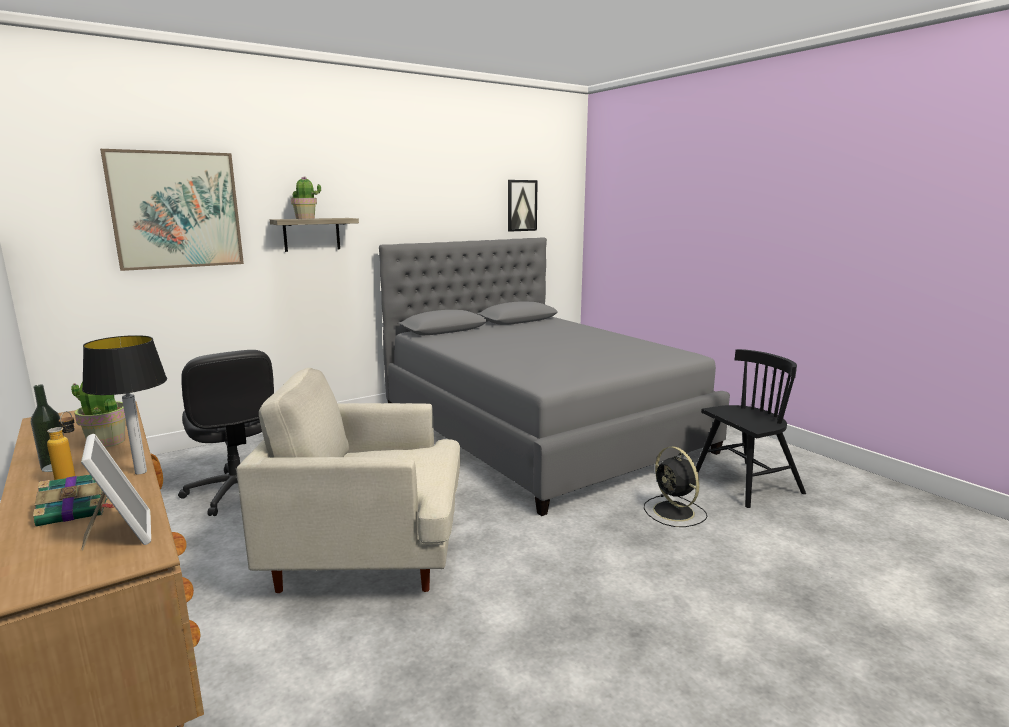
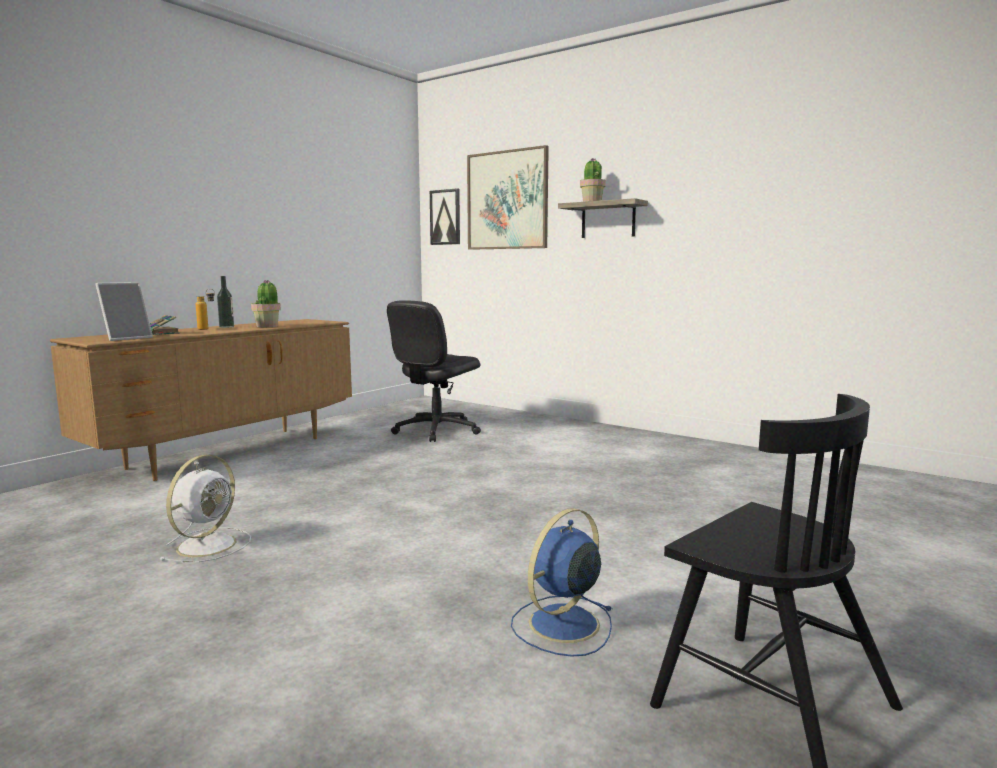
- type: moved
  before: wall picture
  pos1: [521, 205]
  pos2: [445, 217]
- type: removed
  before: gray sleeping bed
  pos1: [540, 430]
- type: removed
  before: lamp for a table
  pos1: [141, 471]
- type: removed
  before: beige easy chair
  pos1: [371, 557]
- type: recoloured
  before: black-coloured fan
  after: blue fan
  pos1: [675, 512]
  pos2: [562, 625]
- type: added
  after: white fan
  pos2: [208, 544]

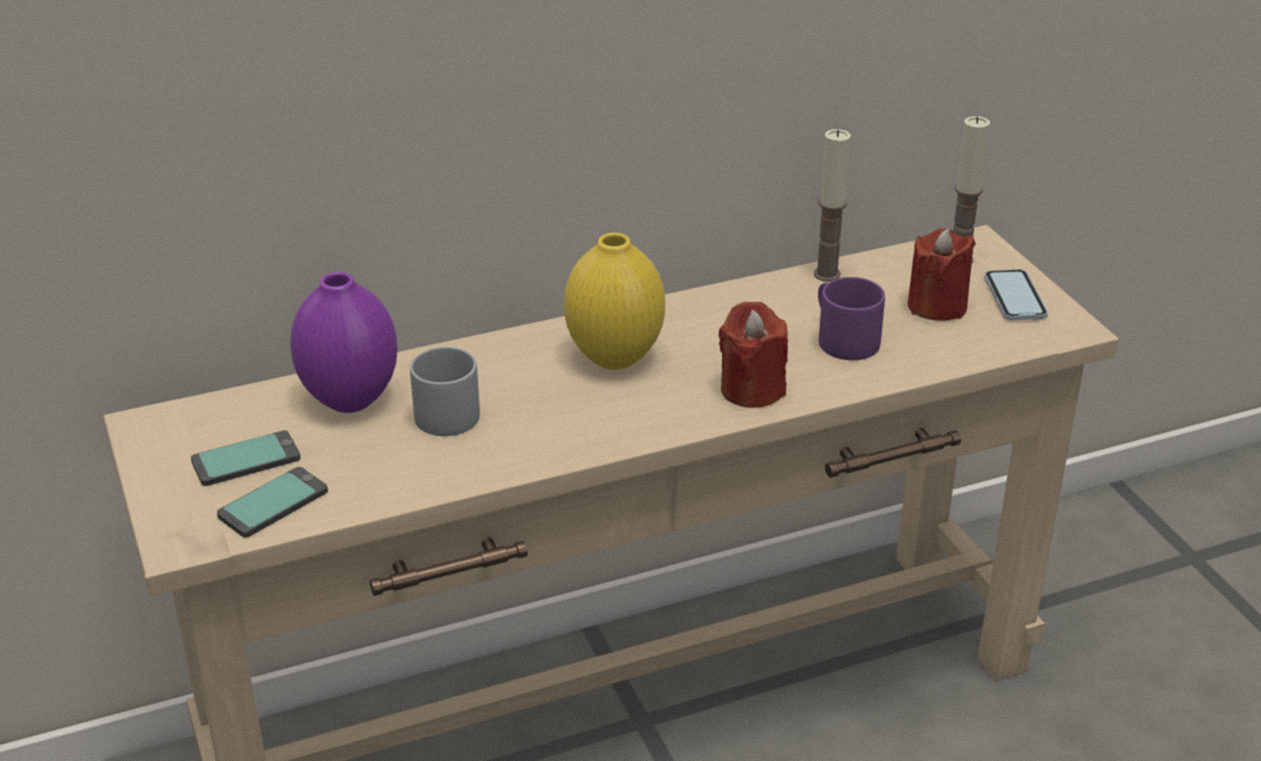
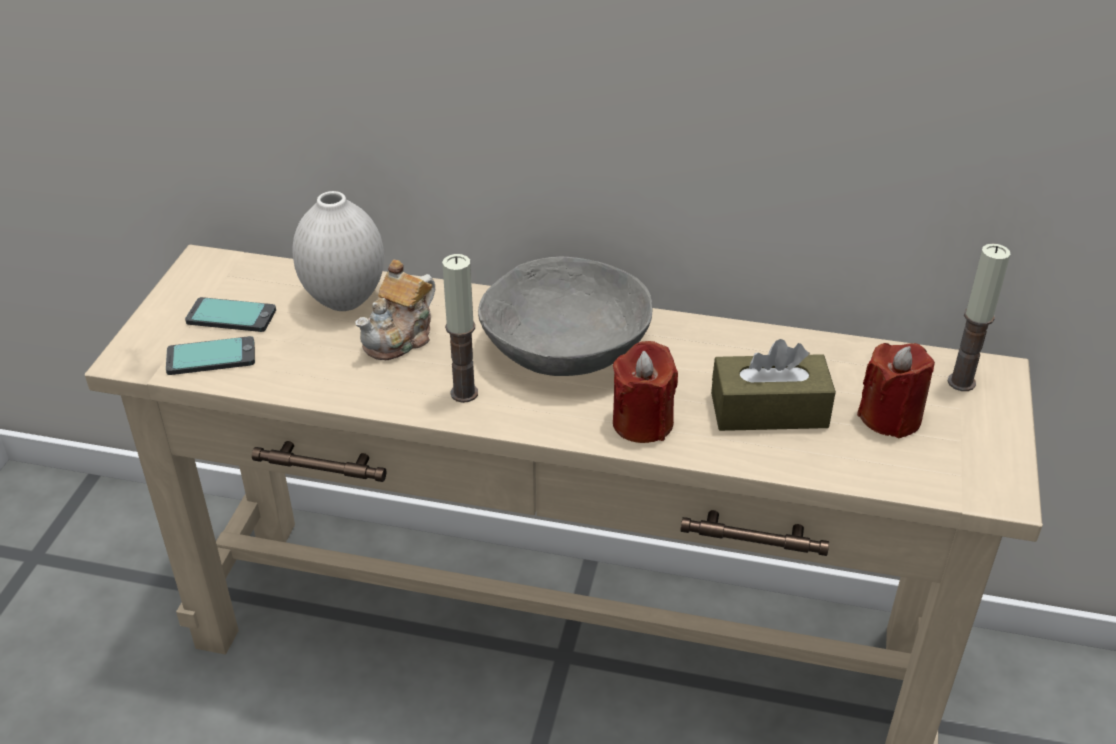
- type: moved
  before: candle
  pos1: [827, 274]
  pos2: [464, 393]
- type: replaced
  before: yellow vase
  after: gray bowl
  pos1: [616, 357]
  pos2: [566, 348]
- type: removed
  before: handset
  pos1: [1015, 297]
- type: recoloured
  before: purple vase
  after: white vase
  pos1: [351, 400]
  pos2: [345, 300]
- type: replaced
  before: purple tea mug
  after: brownish tissue holder
  pos1: [841, 338]
  pos2: [769, 410]
- type: replaced
  before: gray tea mug
  after: teapot
  pos1: [450, 410]
  pos2: [400, 338]

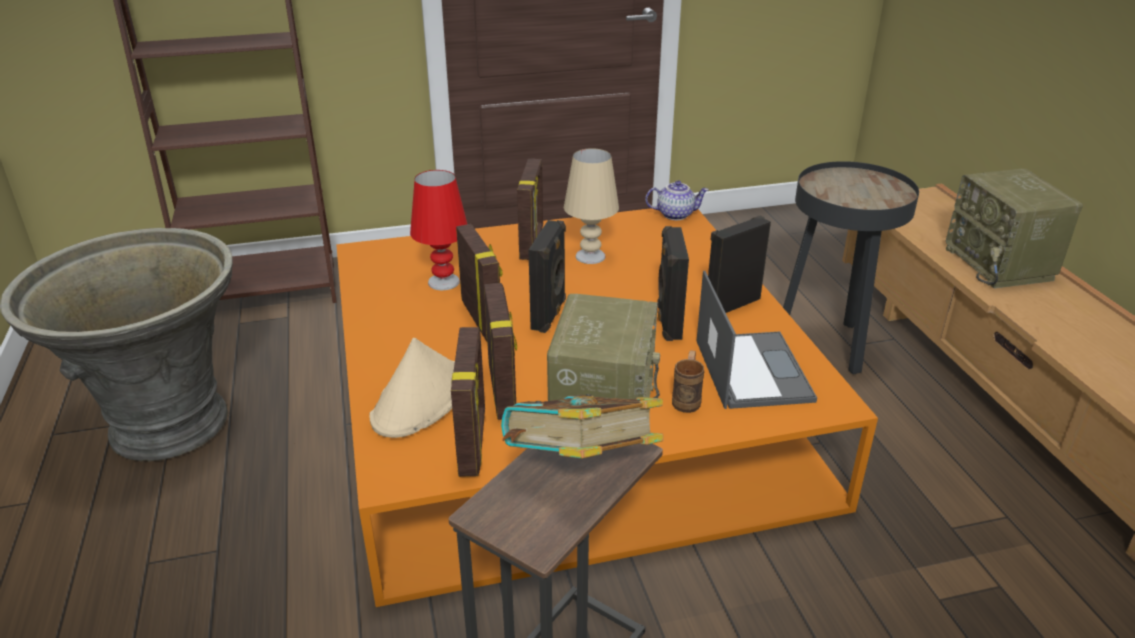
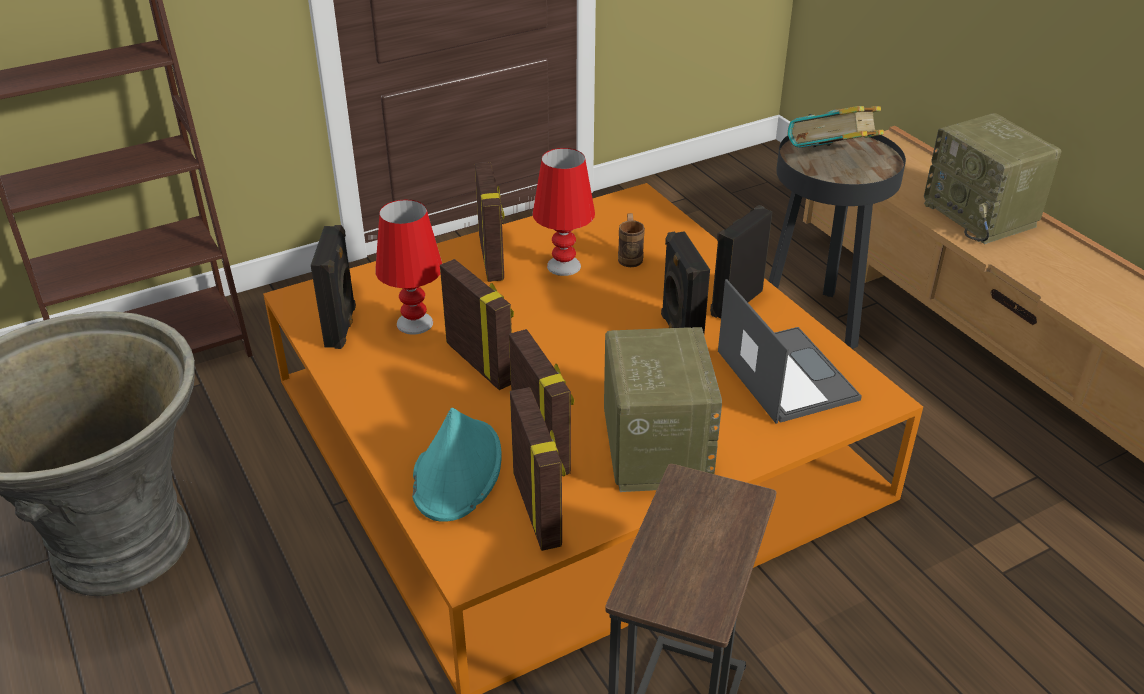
- type: recoloured
  before: beige lamp for a table
  after: red-coloured lamp for a table
  pos1: [590, 256]
  pos2: [564, 266]
- type: removed
  before: teapot
  pos1: [675, 214]
- type: moved
  before: black-coloured audio speaker
  pos1: [550, 315]
  pos2: [342, 327]
- type: recoloured
  before: beige wearable hat
  after: turquoise-coloured wearable hat
  pos1: [420, 399]
  pos2: [457, 471]
- type: moved
  before: brownish tea mug
  pos1: [687, 399]
  pos2: [630, 256]
- type: moved
  before: book
  pos1: [581, 467]
  pos2: [831, 161]

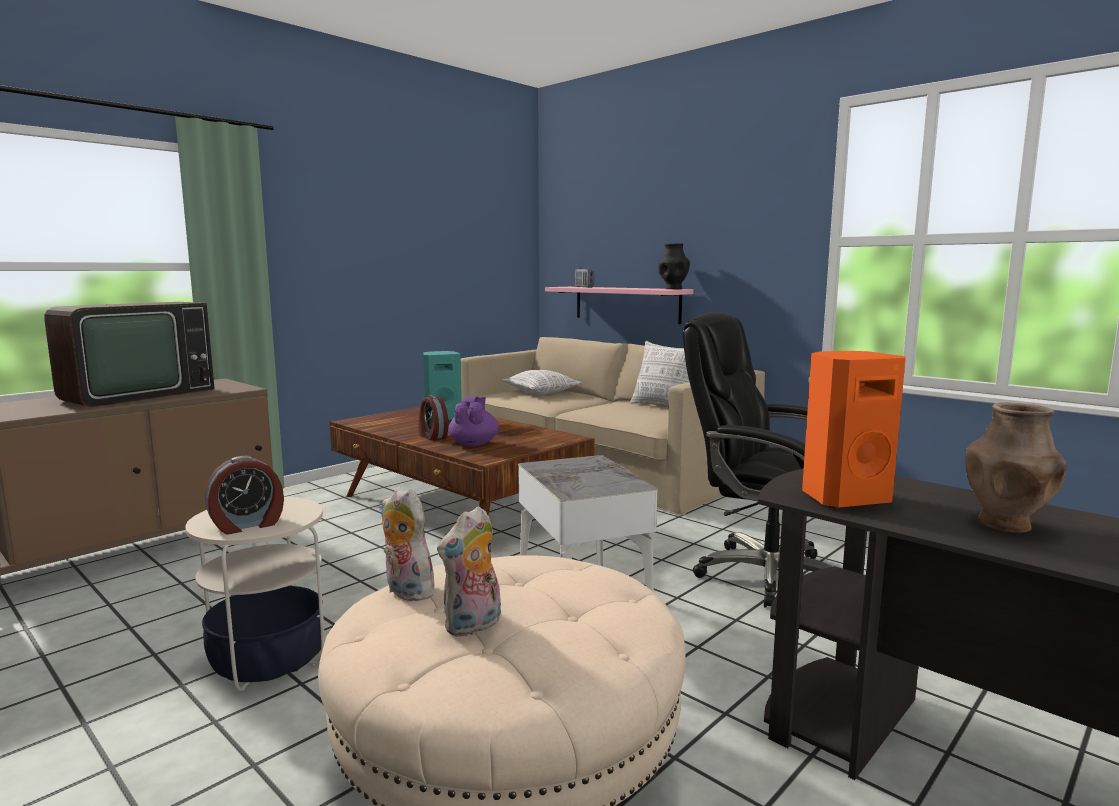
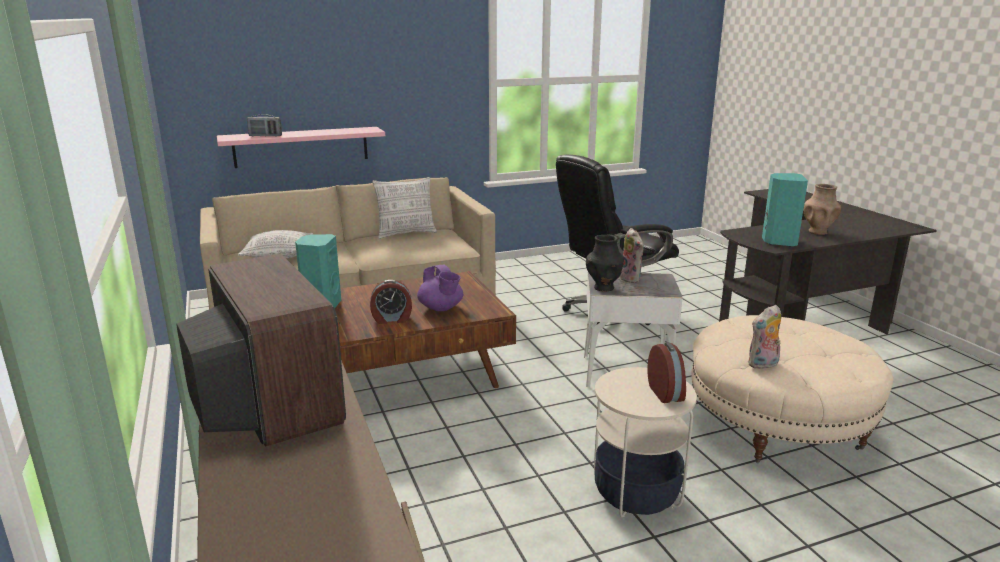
- type: moved
  before: black-coloured vase
  pos1: [673, 289]
  pos2: [603, 288]
- type: recoloured
  before: orange-coloured audio speaker
  after: turquoise-coloured audio speaker
  pos1: [843, 498]
  pos2: [778, 241]
- type: turned
  before: purple teapot
  pos1: [474, 444]
  pos2: [441, 308]
  turn: -150
- type: moved
  before: cuddly toy
  pos1: [473, 626]
  pos2: [631, 279]

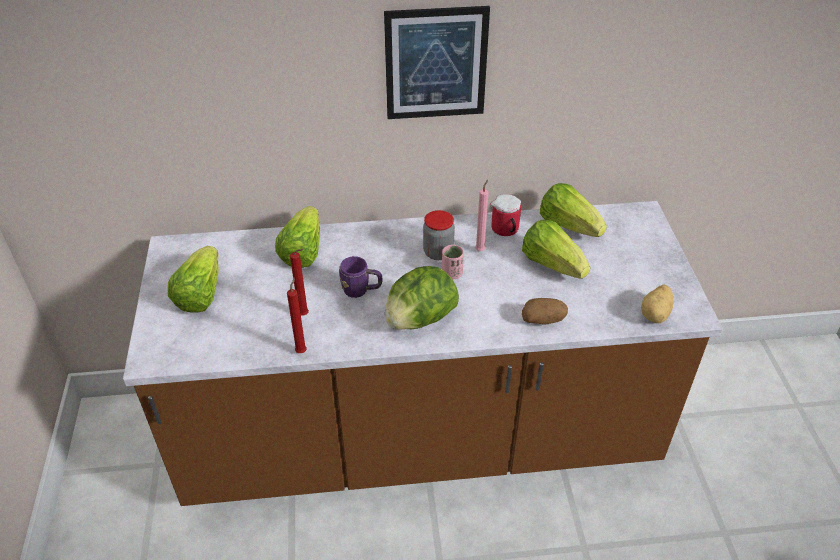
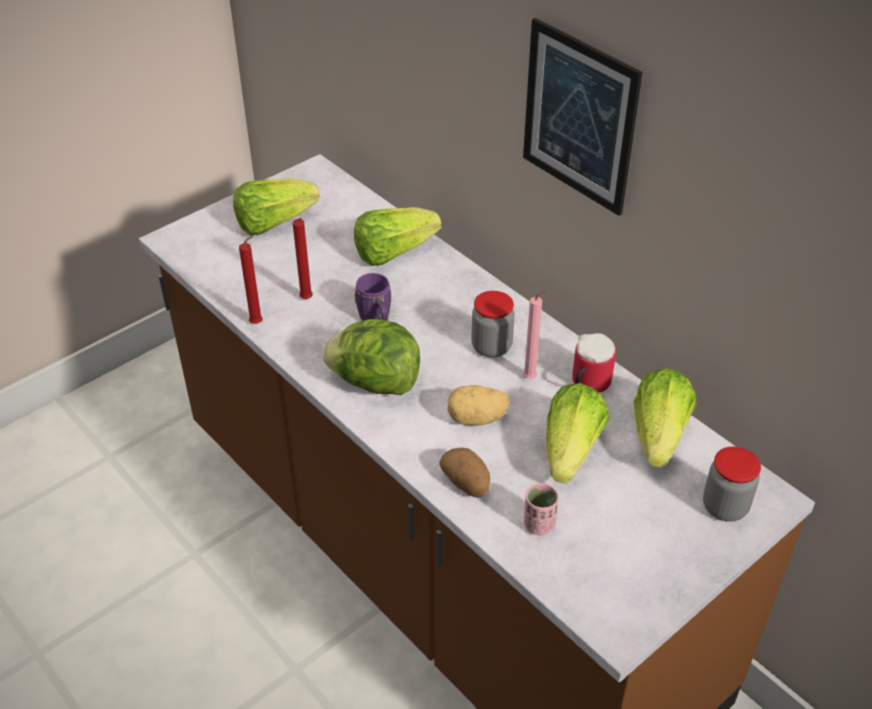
- type: moved
  before: pink cup
  pos1: [452, 274]
  pos2: [539, 524]
- type: moved
  before: potato
  pos1: [656, 314]
  pos2: [477, 419]
- type: added
  after: storage jar
  pos2: [724, 507]

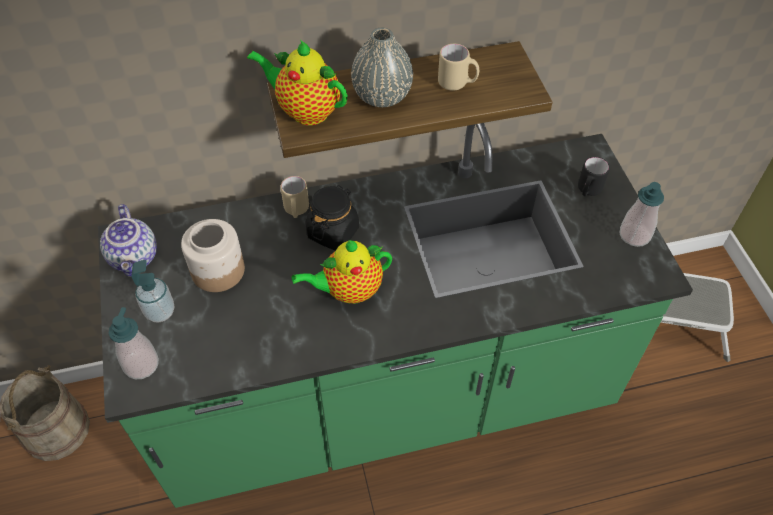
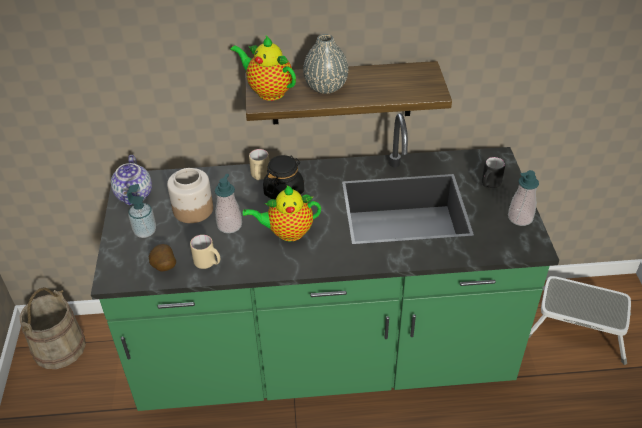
- type: moved
  before: beige tea mug
  pos1: [457, 83]
  pos2: [208, 263]
- type: moved
  before: soap dispenser
  pos1: [141, 364]
  pos2: [229, 225]
- type: added
  after: potato
  pos2: [164, 268]

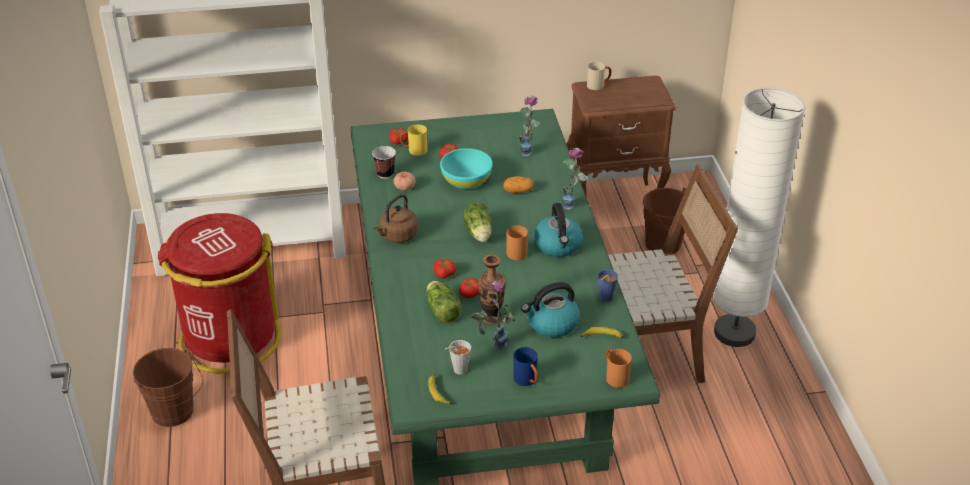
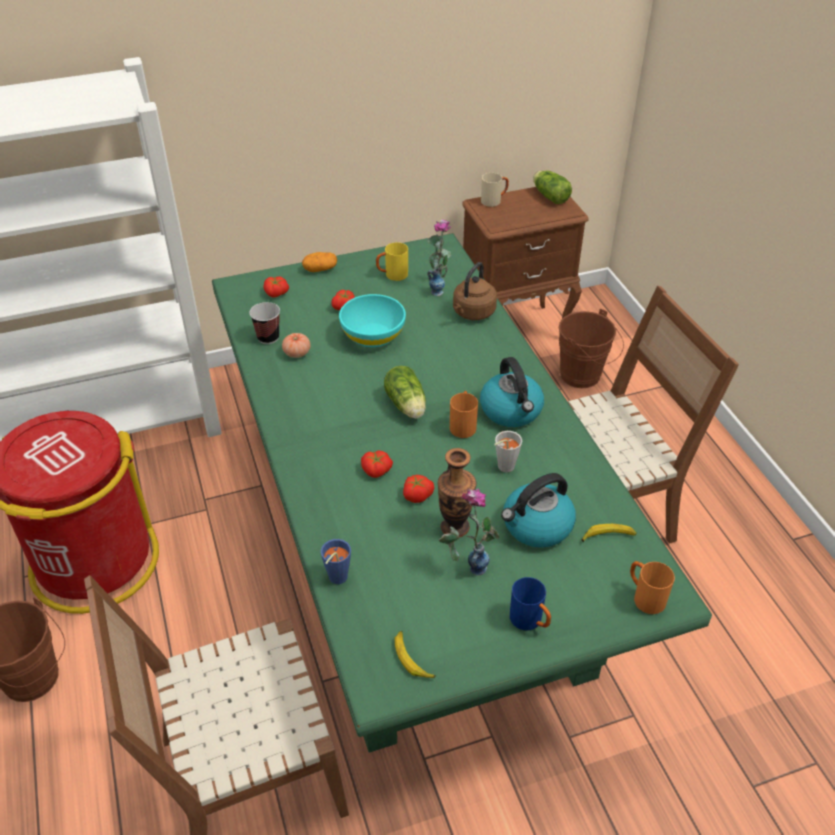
- type: removed
  before: white standard lamp
  pos1: [734, 333]
- type: moved
  before: yellow tea mug
  pos1: [414, 151]
  pos2: [392, 275]
- type: removed
  before: vase
  pos1: [573, 203]
- type: moved
  before: potato
  pos1: [518, 191]
  pos2: [320, 269]
- type: moved
  before: brownish water kettle
  pos1: [397, 236]
  pos2: [472, 313]
- type: moved
  before: blue cup
  pos1: [604, 299]
  pos2: [335, 580]
- type: moved
  before: lettuce head
  pos1: [442, 309]
  pos2: [549, 196]
- type: moved
  before: gray cup
  pos1: [457, 370]
  pos2: [503, 468]

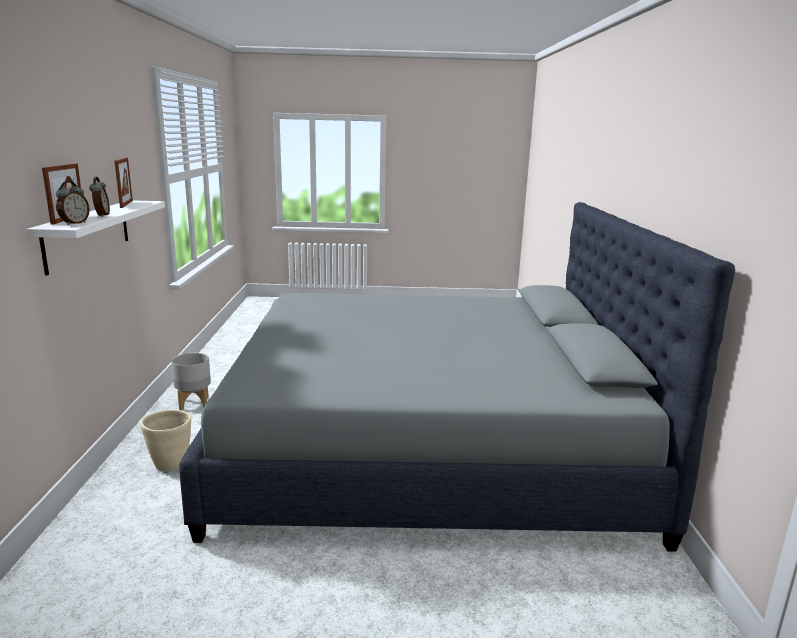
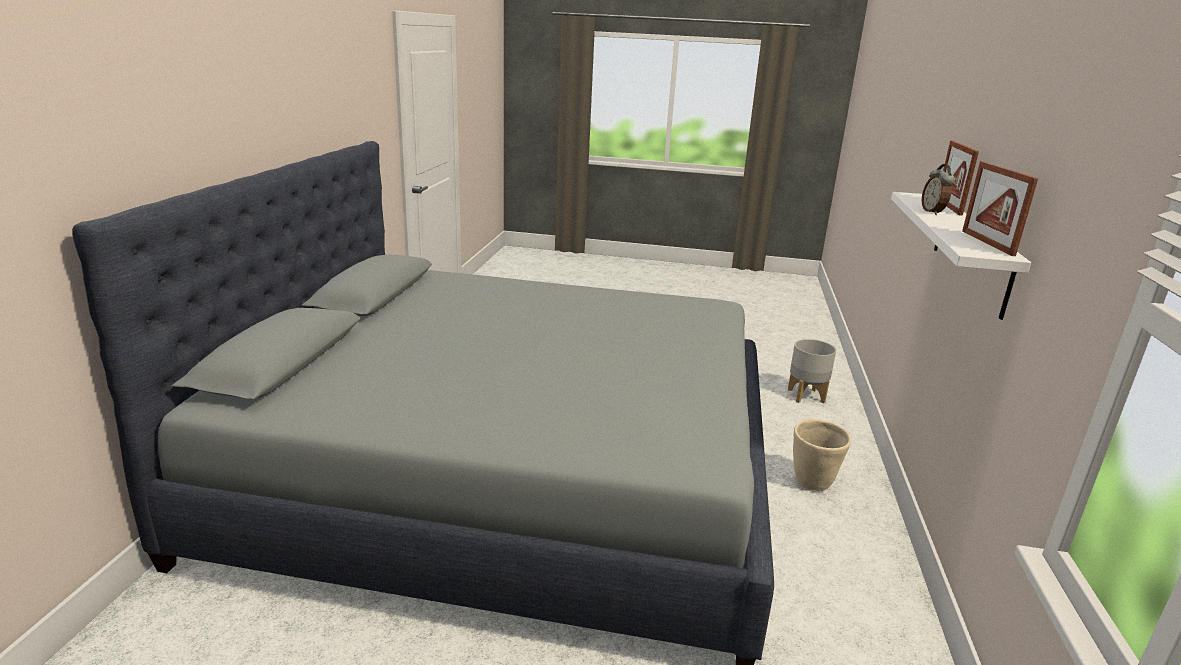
- type: removed
  before: alarm clock
  pos1: [74, 223]
- type: moved
  before: gray flower pot
  pos1: [194, 403]
  pos2: [806, 396]

